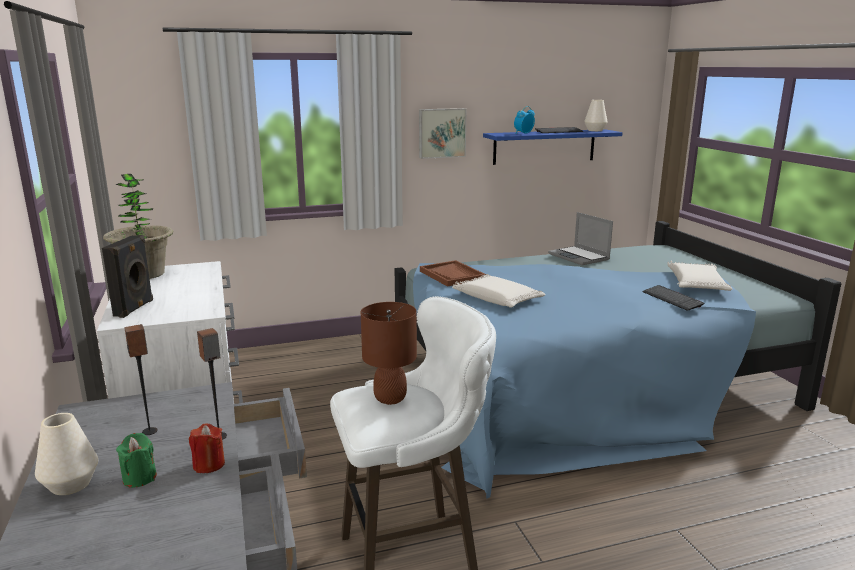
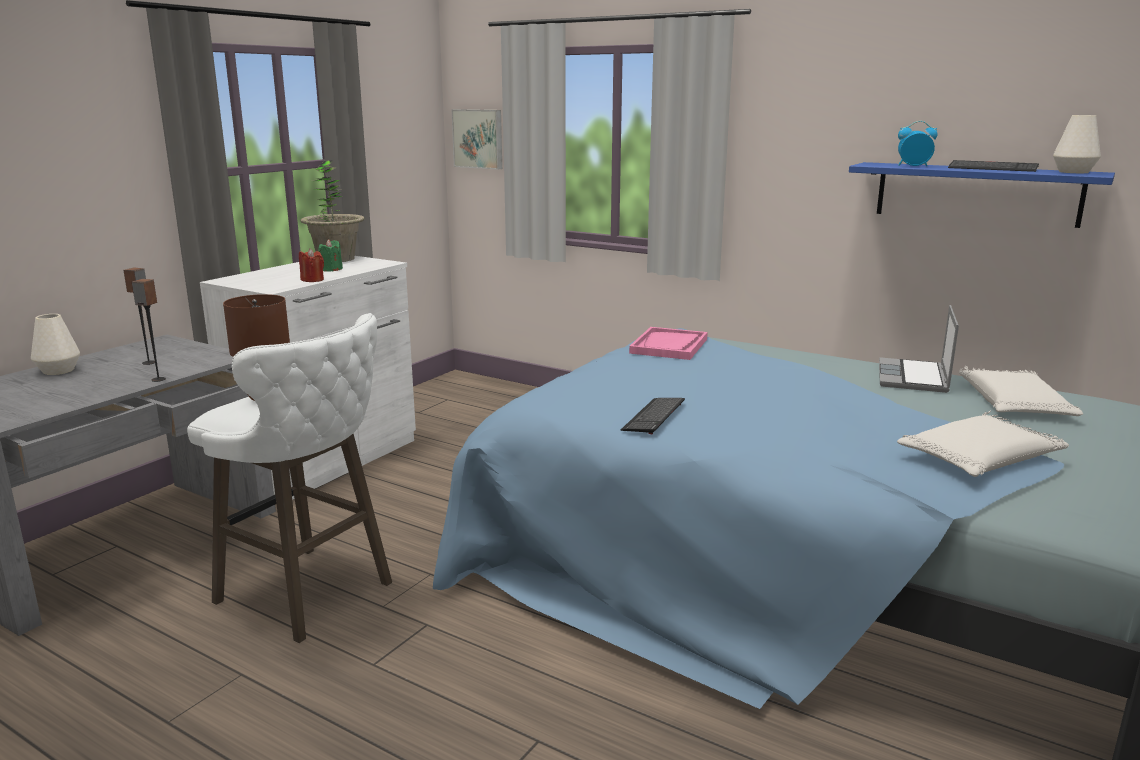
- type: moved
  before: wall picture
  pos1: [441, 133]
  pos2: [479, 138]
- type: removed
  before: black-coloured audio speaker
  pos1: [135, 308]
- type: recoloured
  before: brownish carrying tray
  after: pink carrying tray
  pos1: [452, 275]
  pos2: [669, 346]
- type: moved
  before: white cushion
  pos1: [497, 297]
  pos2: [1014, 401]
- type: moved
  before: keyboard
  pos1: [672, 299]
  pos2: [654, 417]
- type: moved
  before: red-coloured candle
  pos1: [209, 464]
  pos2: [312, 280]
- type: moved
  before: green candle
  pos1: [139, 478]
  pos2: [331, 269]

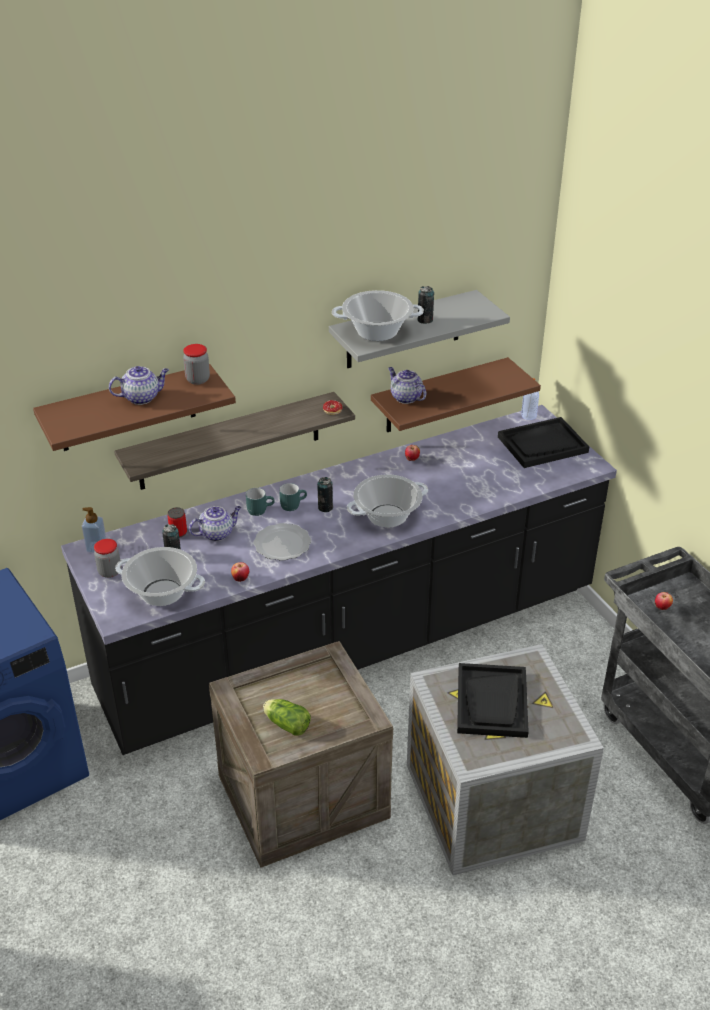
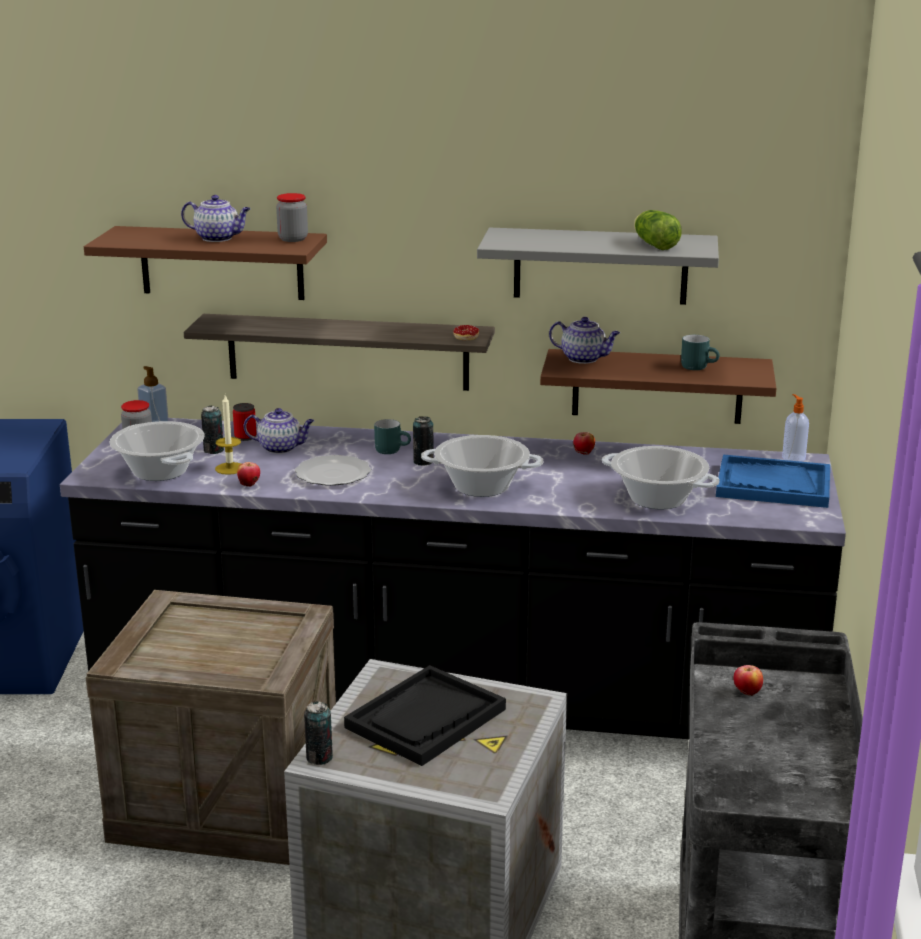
- type: moved
  before: metal can
  pos1: [425, 320]
  pos2: [319, 758]
- type: moved
  before: saucepot
  pos1: [377, 331]
  pos2: [658, 499]
- type: turned
  before: teapot
  pos1: [405, 397]
  pos2: [584, 359]
  turn: 120
- type: recoloured
  before: black-coloured carrying tray
  after: blue carrying tray
  pos1: [542, 445]
  pos2: [773, 485]
- type: moved
  before: turquoise-coloured tea mug
  pos1: [260, 509]
  pos2: [699, 367]
- type: moved
  before: lettuce head
  pos1: [286, 724]
  pos2: [654, 244]
- type: added
  after: candle
  pos2: [230, 468]

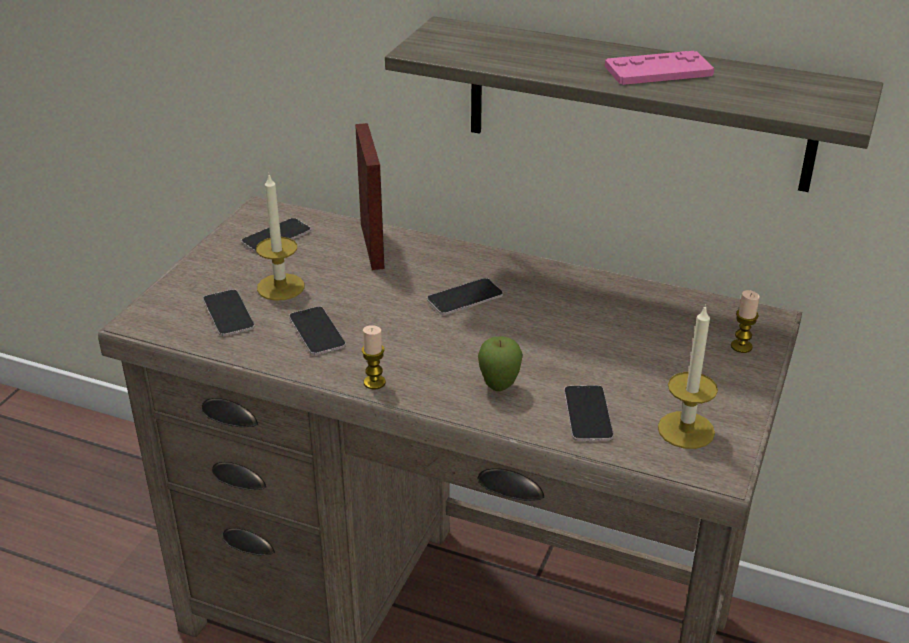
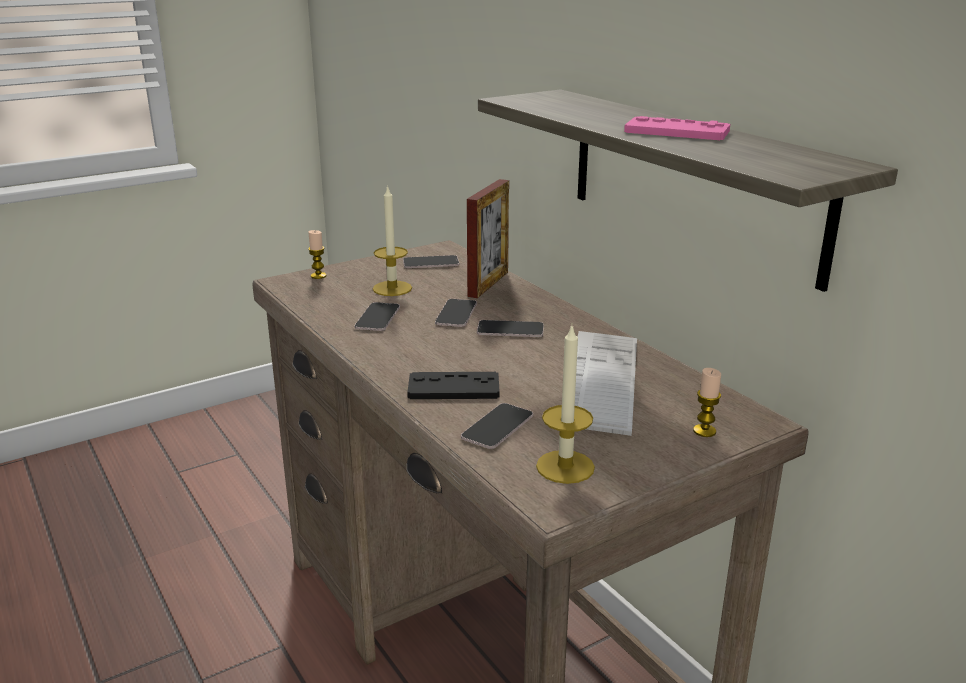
- type: moved
  before: handset
  pos1: [228, 314]
  pos2: [456, 314]
- type: moved
  before: candle
  pos1: [374, 382]
  pos2: [318, 276]
- type: replaced
  before: whole apple
  after: black-coloured gamepad
  pos1: [499, 388]
  pos2: [453, 388]
- type: added
  after: keyboard
  pos2: [602, 381]

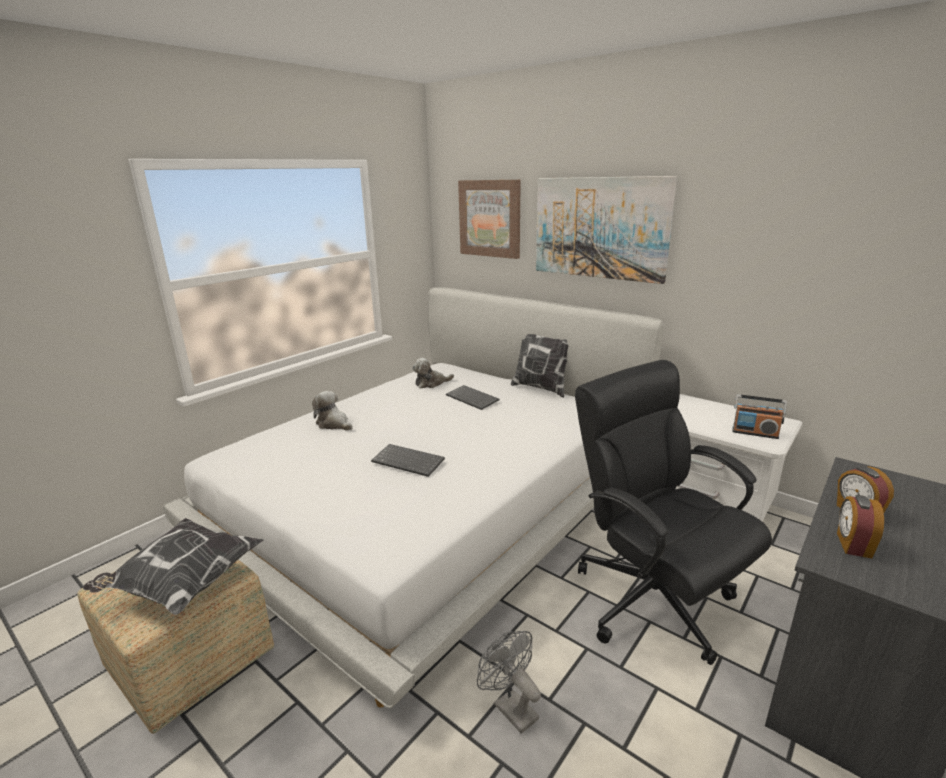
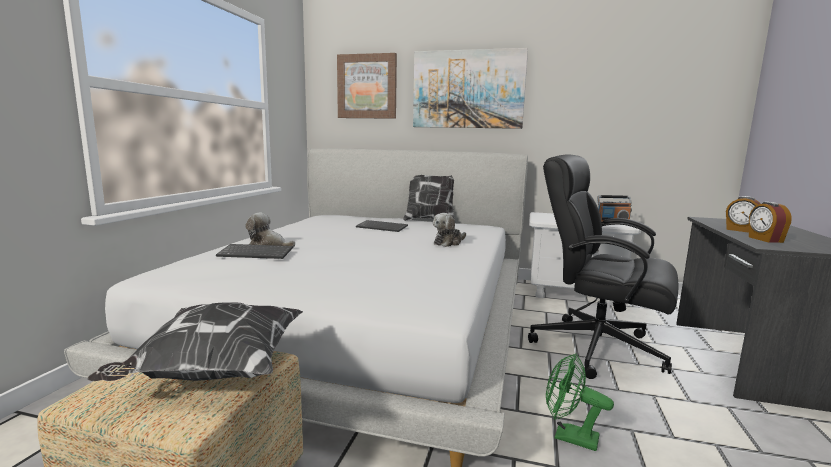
- type: moved
  before: cuddly toy
  pos1: [431, 383]
  pos2: [449, 242]
- type: moved
  before: keyboard
  pos1: [409, 461]
  pos2: [257, 253]
- type: recoloured
  before: gray fan
  after: green fan
  pos1: [510, 707]
  pos2: [568, 437]

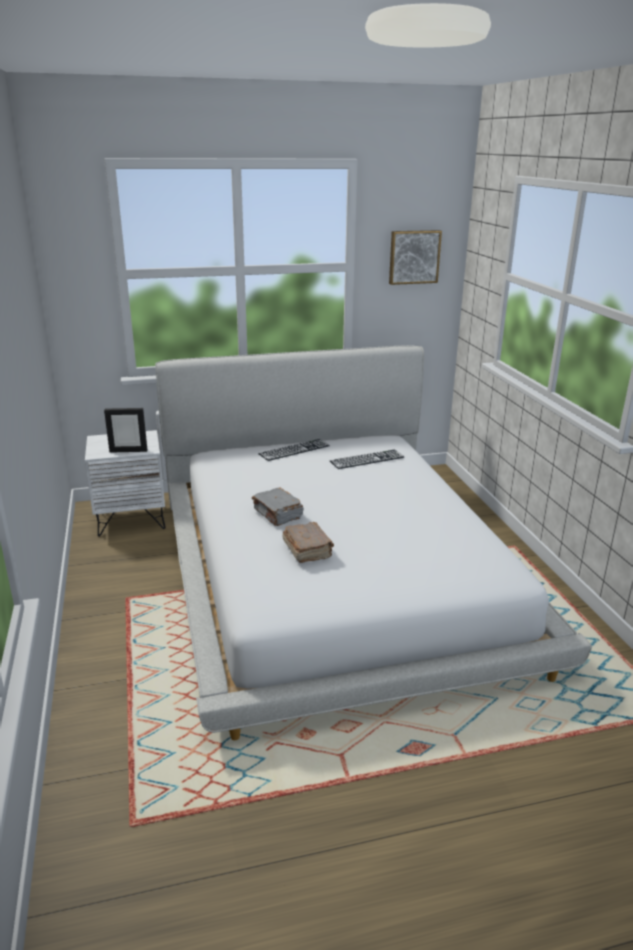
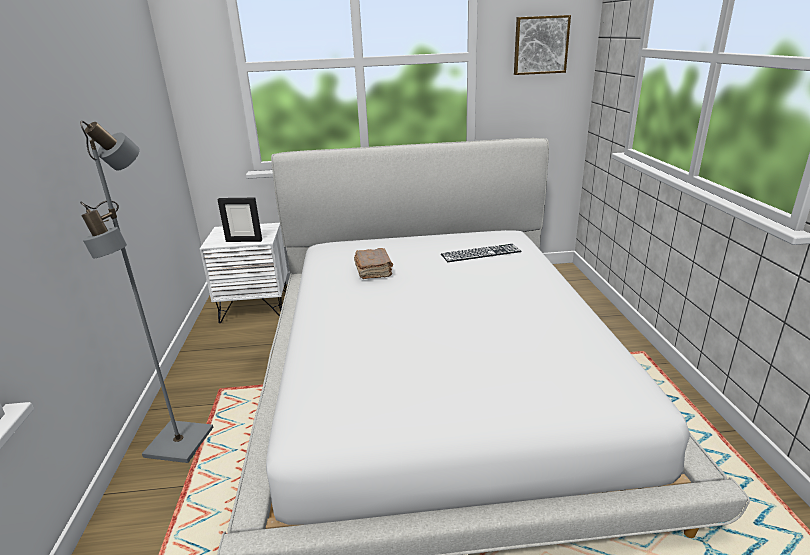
- type: removed
  before: keyboard
  pos1: [294, 450]
- type: removed
  before: gray book
  pos1: [277, 514]
- type: moved
  before: brownish book
  pos1: [307, 550]
  pos2: [374, 271]
- type: added
  after: gray standard lamp
  pos2: [179, 442]

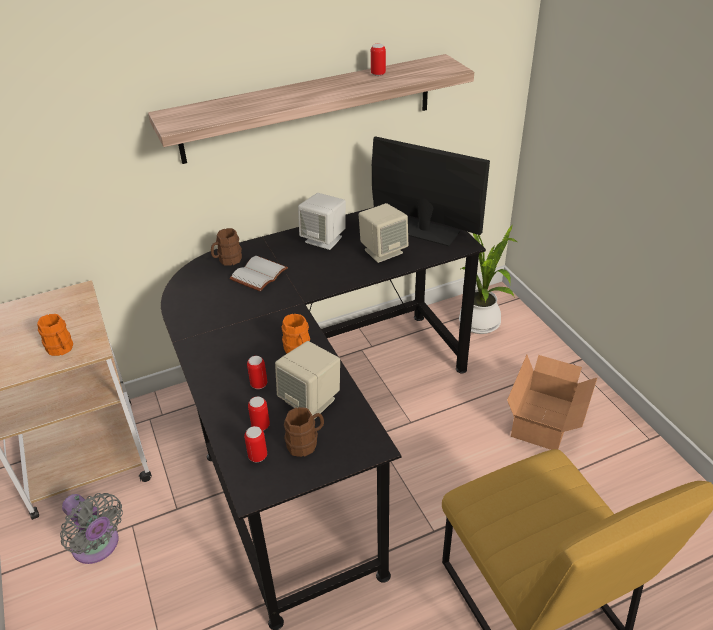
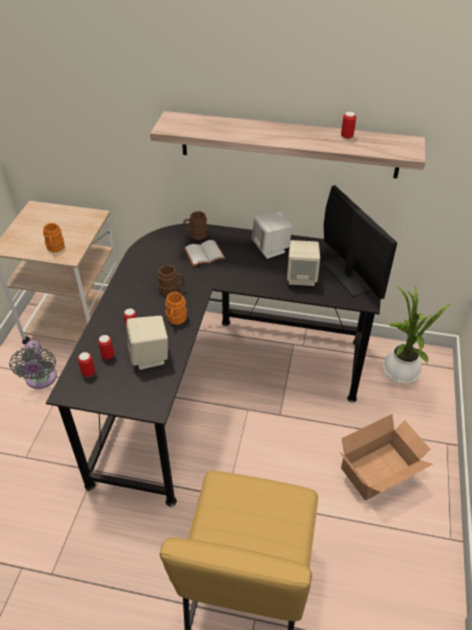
- type: moved
  before: brownish tea mug
  pos1: [306, 442]
  pos2: [172, 289]

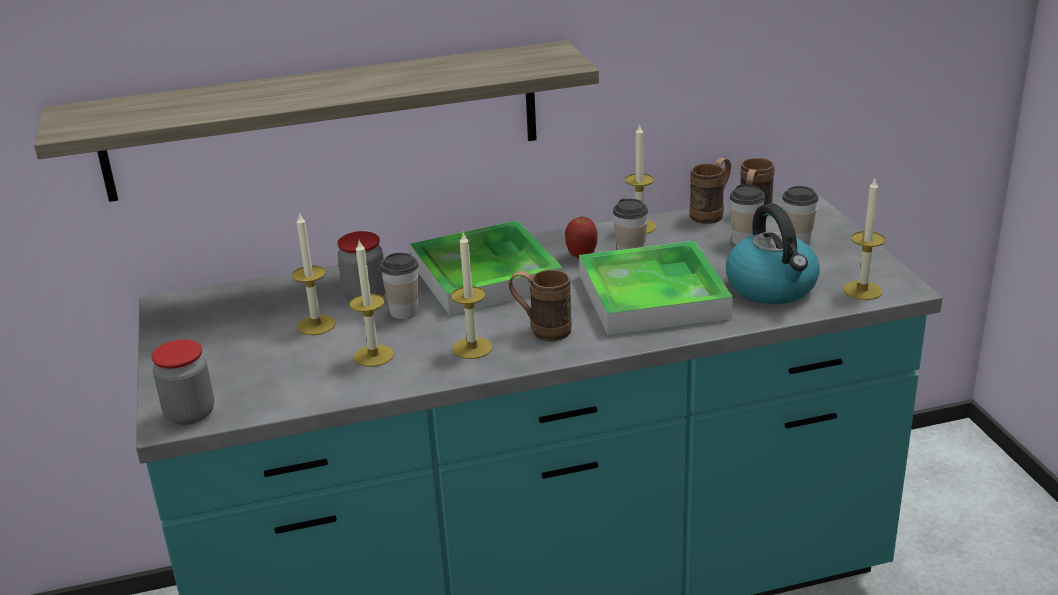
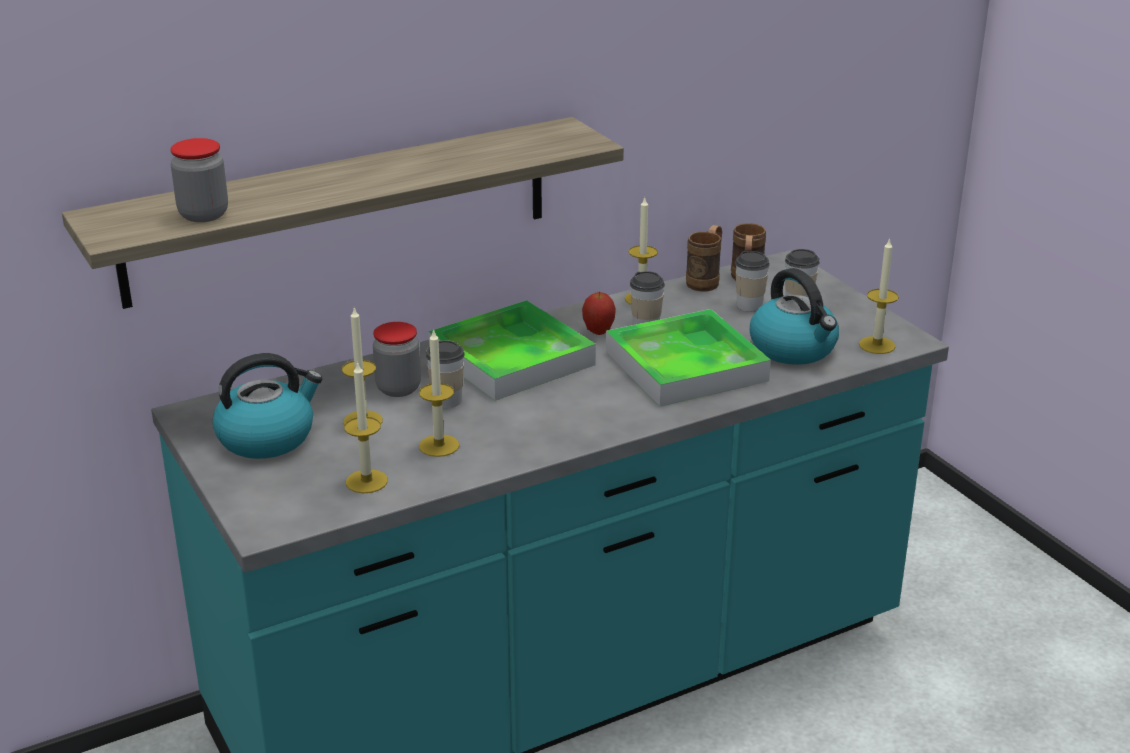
- type: moved
  before: candle
  pos1: [472, 348]
  pos2: [366, 481]
- type: removed
  before: brownish tea mug
  pos1: [541, 330]
- type: moved
  before: storage jar
  pos1: [190, 414]
  pos2: [203, 215]
- type: added
  after: water kettle
  pos2: [267, 437]

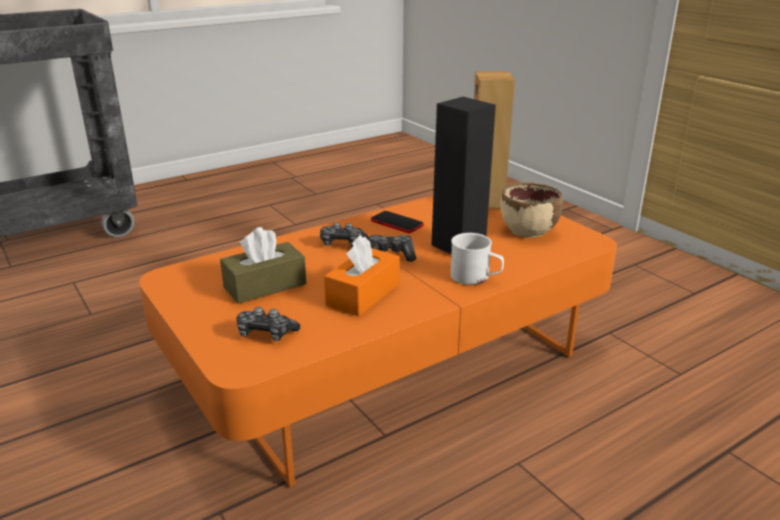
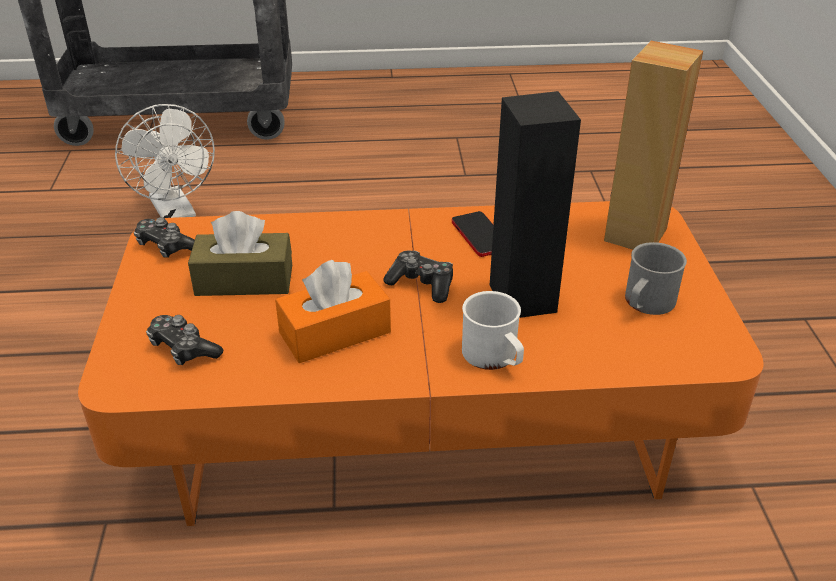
- type: replaced
  before: beige bowl
  after: gray tea mug
  pos1: [528, 231]
  pos2: [646, 304]
- type: moved
  before: gamepad
  pos1: [342, 244]
  pos2: [166, 247]
- type: added
  after: white fan
  pos2: [176, 213]

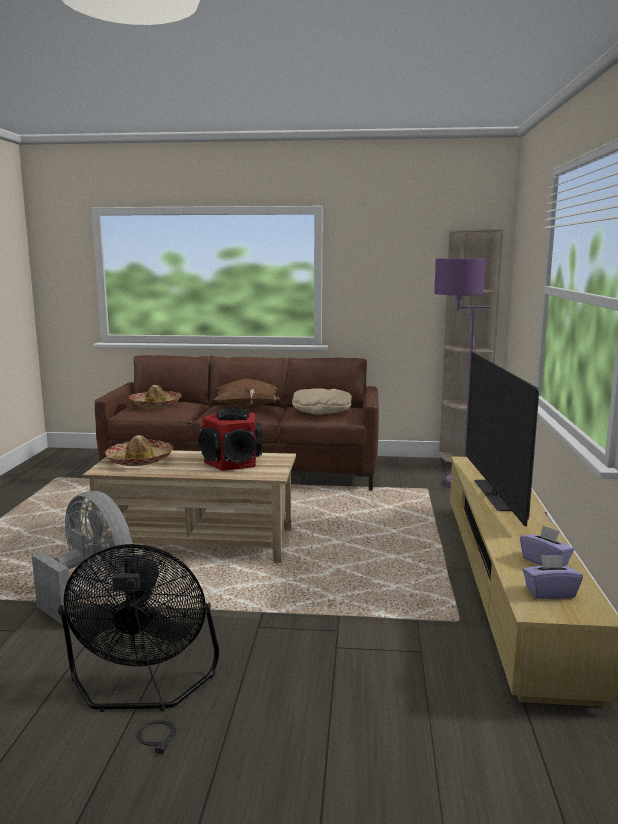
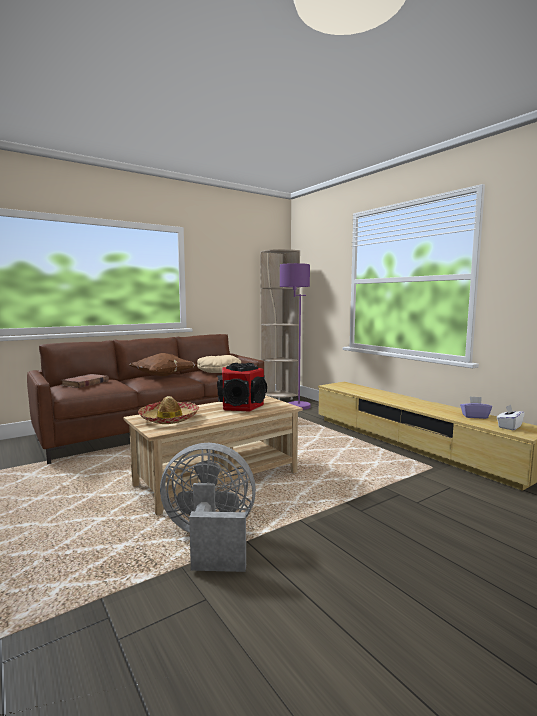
- type: removed
  before: TV
  pos1: [493, 495]
- type: replaced
  before: wearable hat
  after: brownish book
  pos1: [155, 404]
  pos2: [85, 383]
- type: removed
  before: black-coloured fan
  pos1: [142, 696]
- type: recoloured
  before: purple tissue holder
  after: white tissue holder
  pos1: [550, 592]
  pos2: [509, 427]

